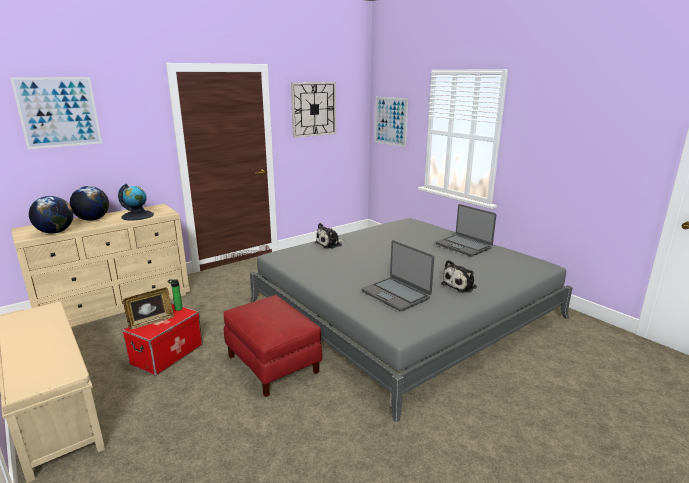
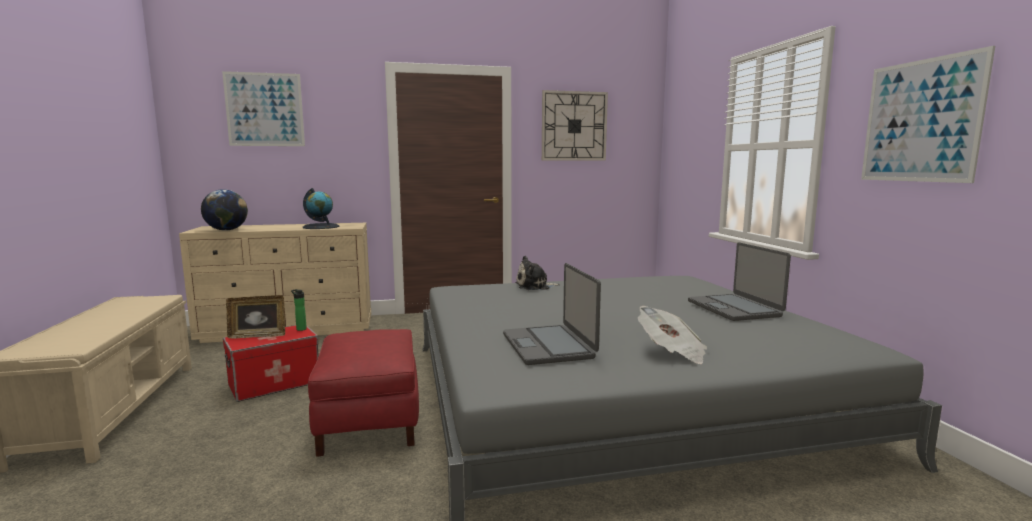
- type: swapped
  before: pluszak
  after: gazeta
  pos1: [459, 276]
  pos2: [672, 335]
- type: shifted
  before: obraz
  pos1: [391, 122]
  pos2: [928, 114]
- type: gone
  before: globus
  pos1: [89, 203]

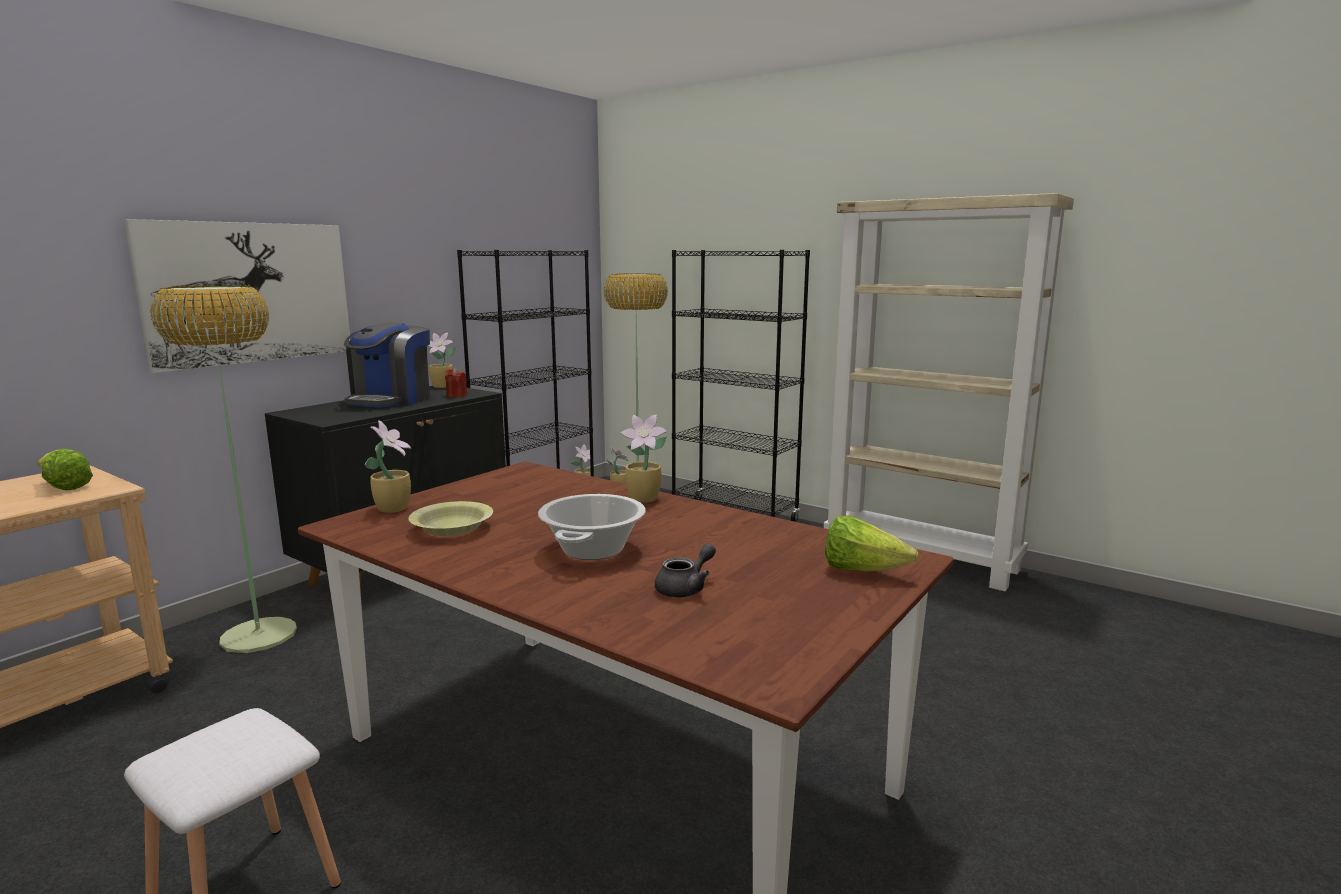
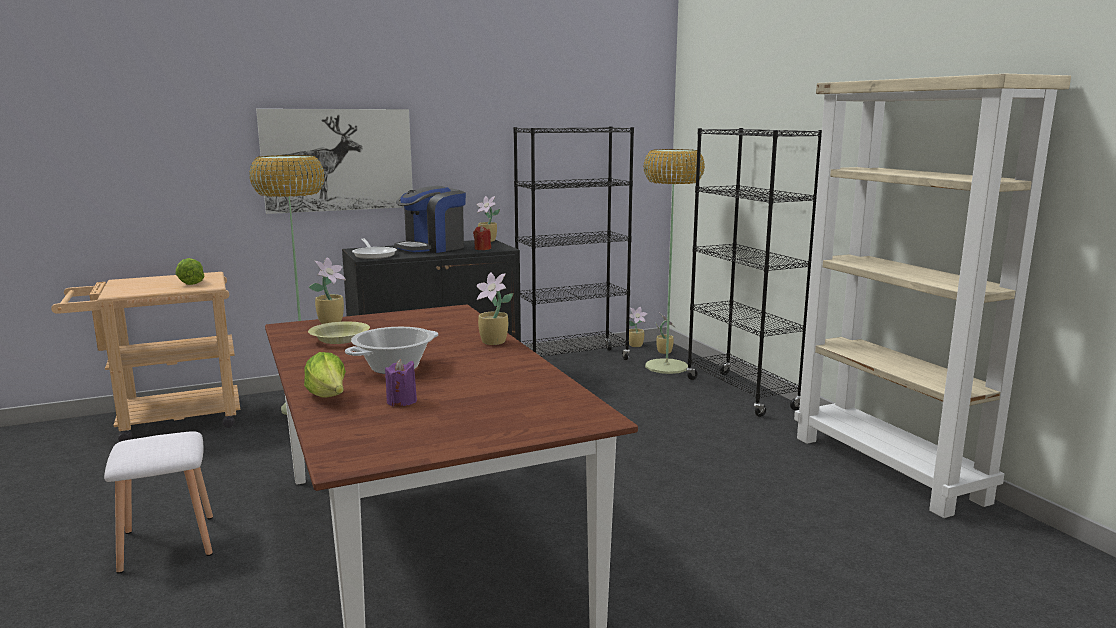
- type: shifted
  before: sałata
  pos1: [872, 543]
  pos2: [325, 375]
- type: new
  after: patelnia
  pos2: [374, 248]
- type: swapped
  before: imbryk (szary)
  after: świeca (fioletowy)
  pos1: [685, 570]
  pos2: [401, 382]

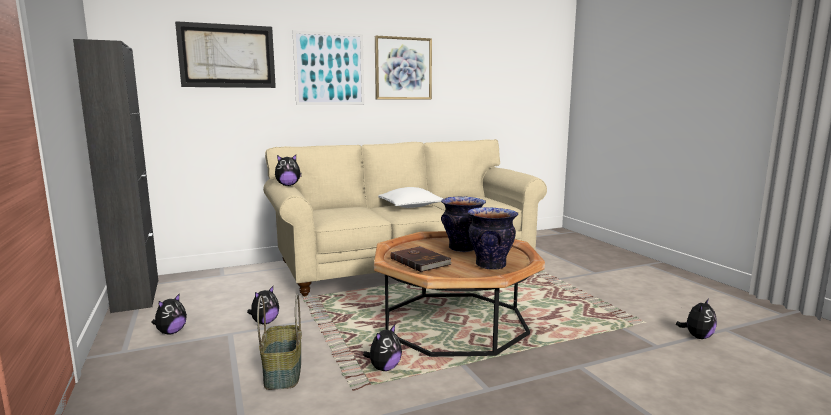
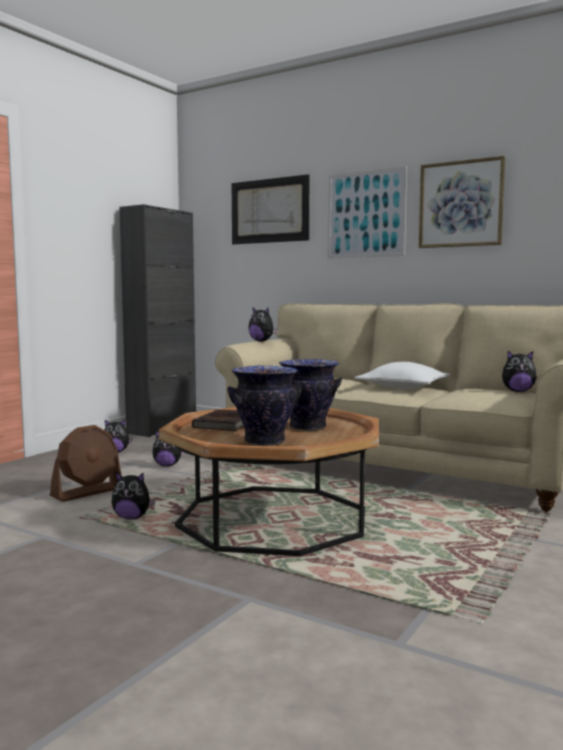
- type: swapped
  before: koszyk
  after: wentylator (brązowy)
  pos1: [279, 342]
  pos2: [85, 463]
- type: shifted
  before: pluszak
  pos1: [696, 318]
  pos2: [519, 371]

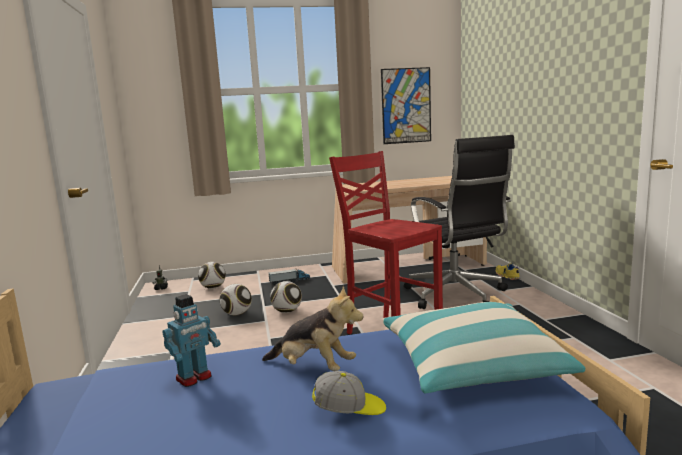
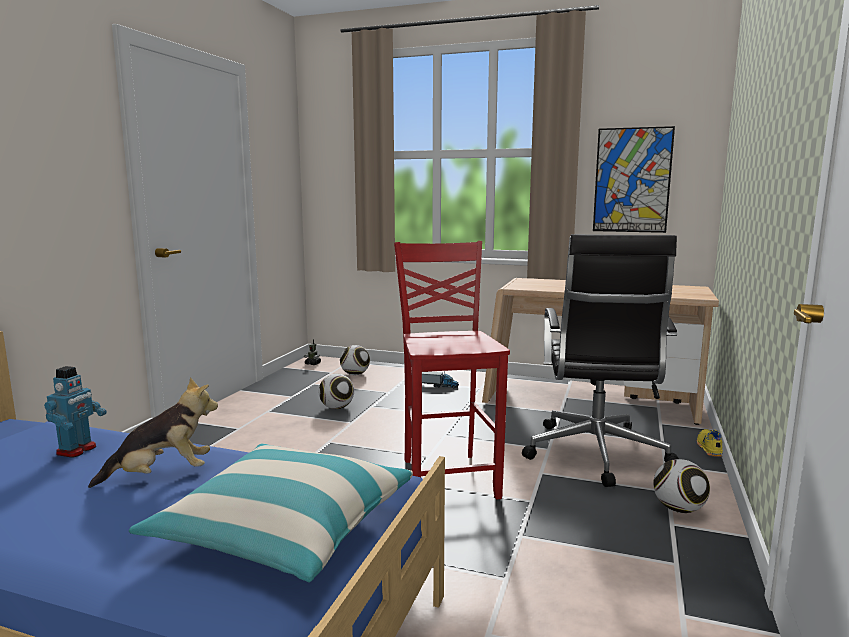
- type: rotated
  before: robot zabawkowy
  pos1: [191, 340]
  pos2: [75, 412]
  turn: -60
- type: rotated
  before: pluszak
  pos1: [313, 328]
  pos2: [153, 432]
  turn: -75
- type: shifted
  before: piłka futbolowa
  pos1: [286, 297]
  pos2: [681, 486]
- type: gone
  before: czapka z daszkiem
  pos1: [349, 393]

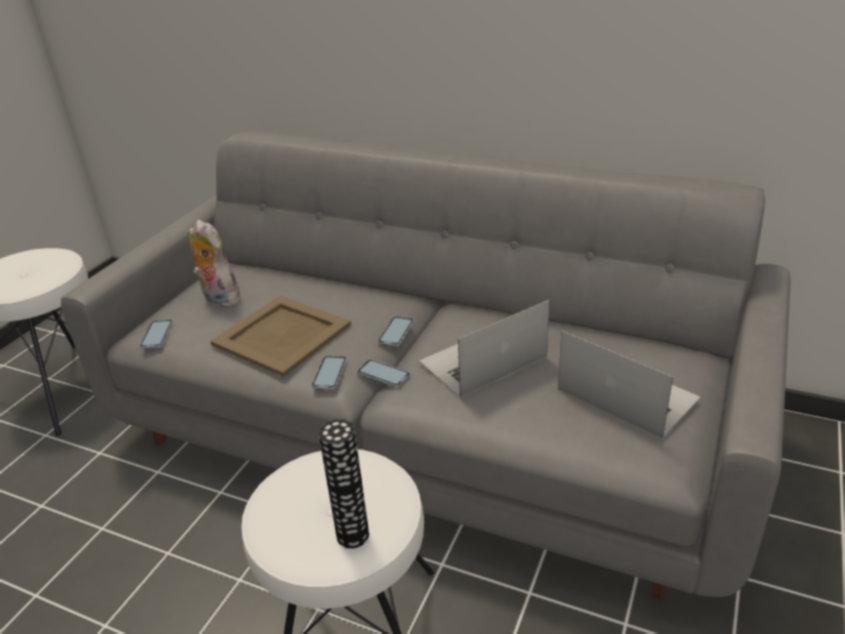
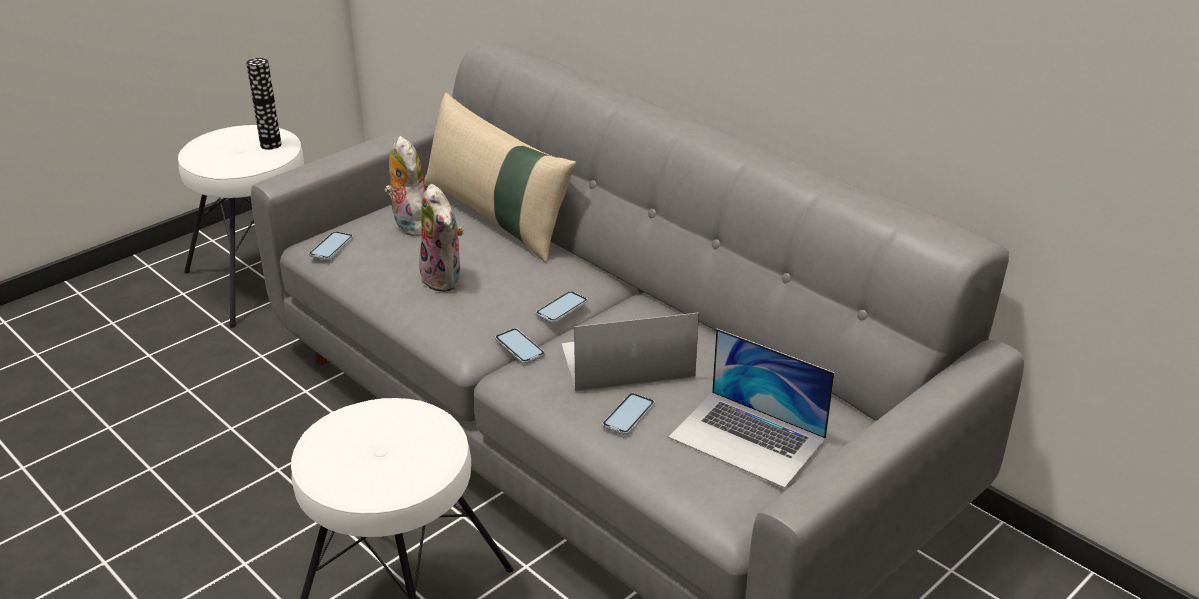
- type: shifted
  before: wazon
  pos1: [343, 484]
  pos2: [264, 104]
- type: swapped
  before: taca (beżowy)
  after: pluszak
  pos1: [280, 336]
  pos2: [441, 238]
- type: new
  after: poduszka (beżowy)
  pos2: [500, 177]
- type: shifted
  before: telefon
  pos1: [329, 372]
  pos2: [628, 414]
- type: rotated
  before: laptop
  pos1: [629, 385]
  pos2: [751, 408]
  turn: 150

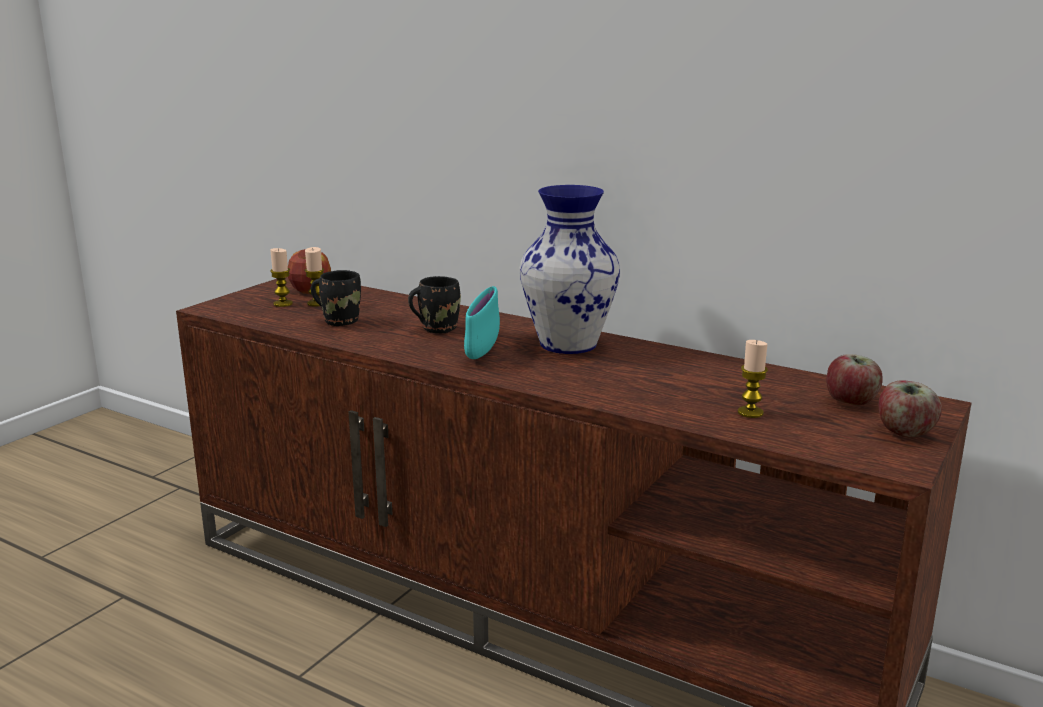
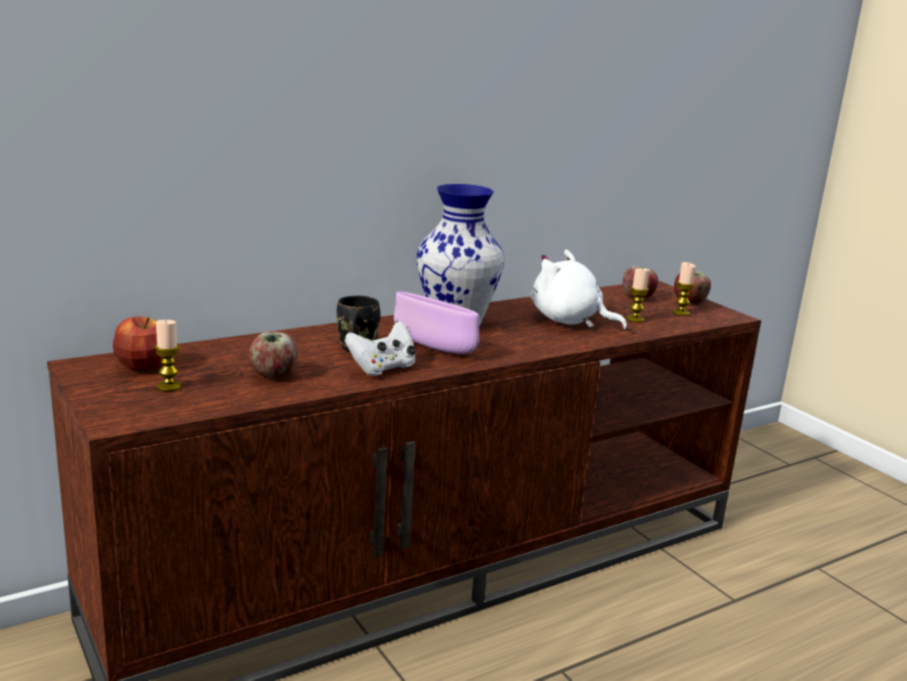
- type: swapped
  before: kubek (czarny)
  after: jabłko
  pos1: [336, 298]
  pos2: [273, 354]
- type: new
  after: pad do gier (biały)
  pos2: [380, 348]
- type: repainted
  before: miska (turkusowy)
  after: miska (fioletowy)
  pos1: [482, 322]
  pos2: [436, 322]
- type: new
  after: pluszak (biały)
  pos2: [579, 289]
- type: shifted
  before: świeca
  pos1: [314, 277]
  pos2: [684, 289]

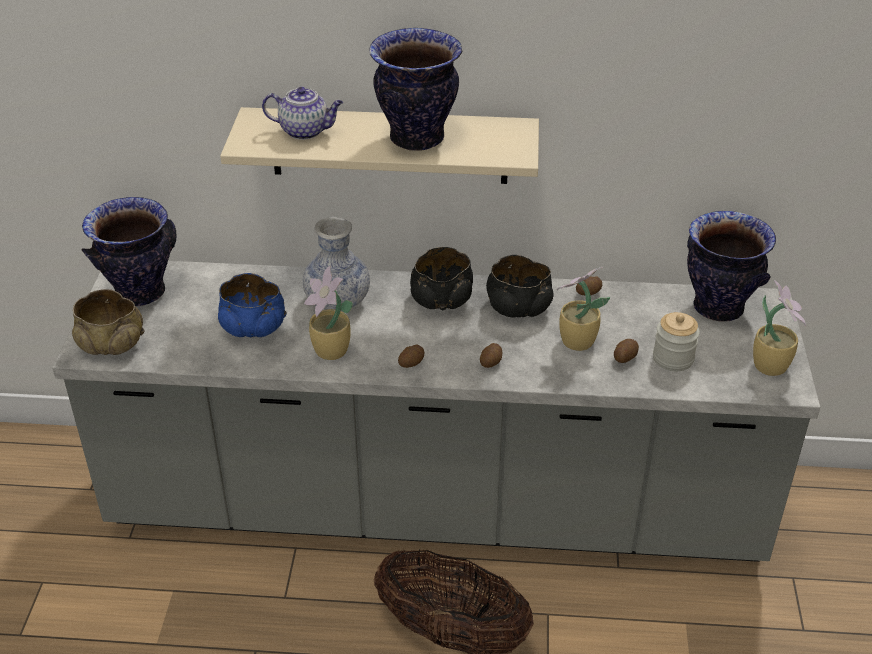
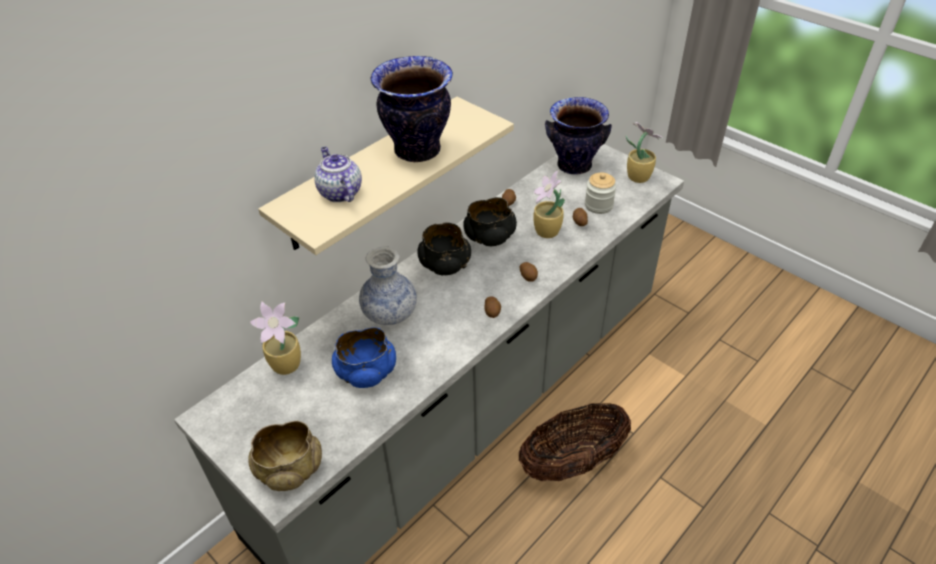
- type: shifted
  before: roślina doniczkowa
  pos1: [328, 313]
  pos2: [275, 338]
- type: rotated
  before: imbryk
  pos1: [302, 113]
  pos2: [338, 174]
  turn: -75
- type: gone
  before: wazon
  pos1: [128, 251]

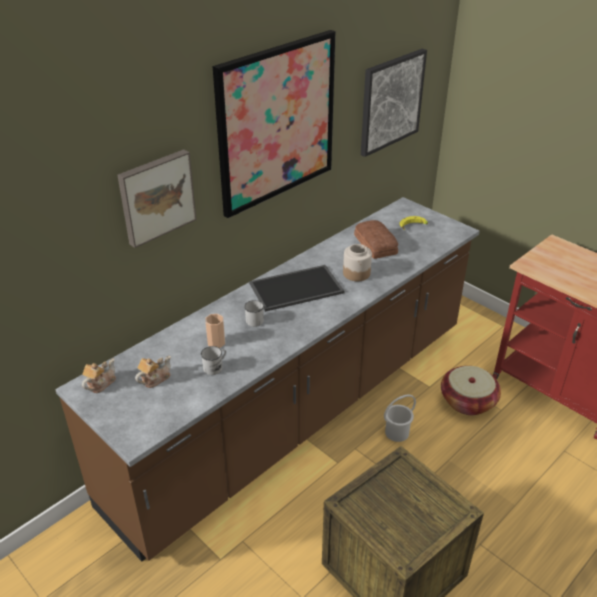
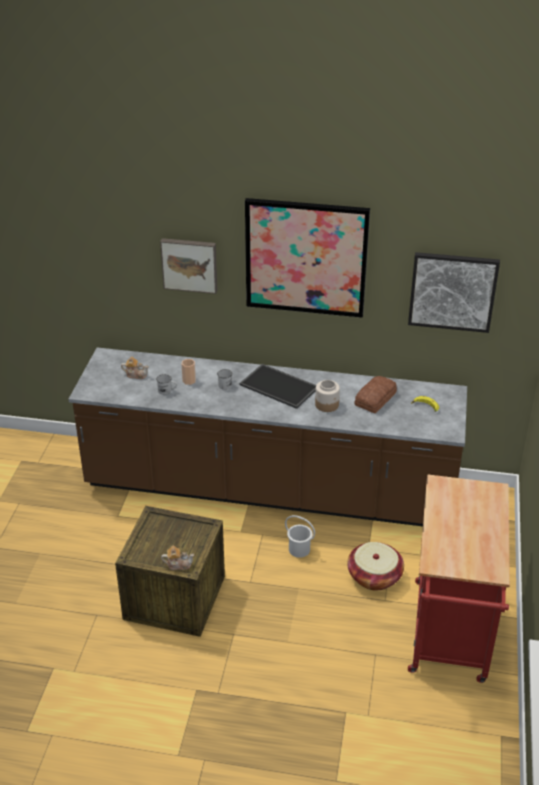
- type: shifted
  before: imbryk
  pos1: [99, 376]
  pos2: [177, 558]

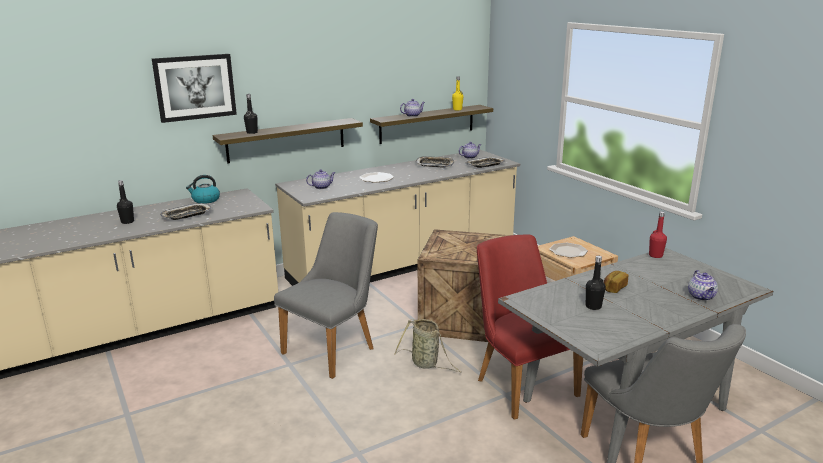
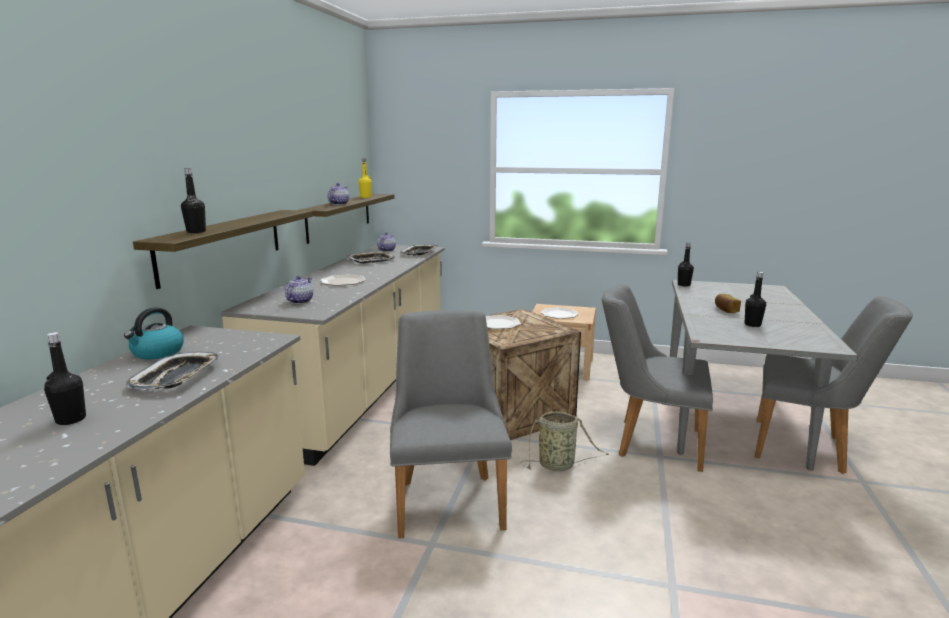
- type: new
  after: talerz
  pos2: [503, 322]
- type: repainted
  before: krzesło (czerwony)
  after: krzesło (szary)
  pos1: [530, 327]
  pos2: [657, 378]
- type: repainted
  before: butelka (czerwony)
  after: butelka (czarny)
  pos1: [658, 234]
  pos2: [686, 265]
- type: gone
  before: obraz
  pos1: [194, 88]
- type: gone
  before: imbryk
  pos1: [703, 285]

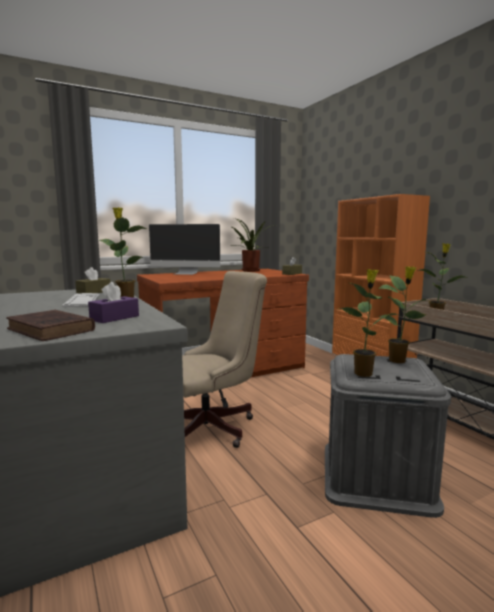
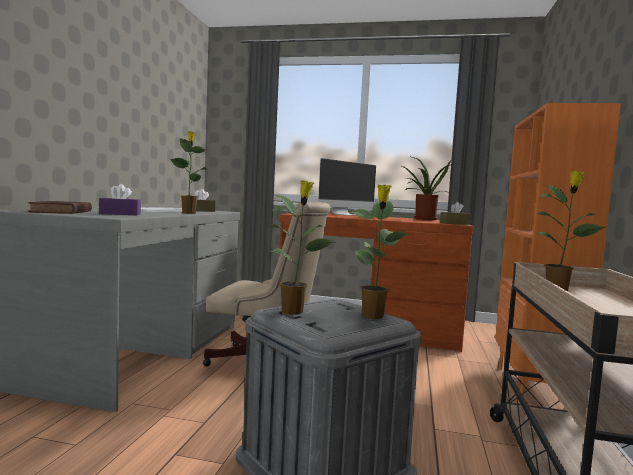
- type: rotated
  before: monitor
  pos1: [184, 249]
  pos2: [347, 186]
  turn: -90

